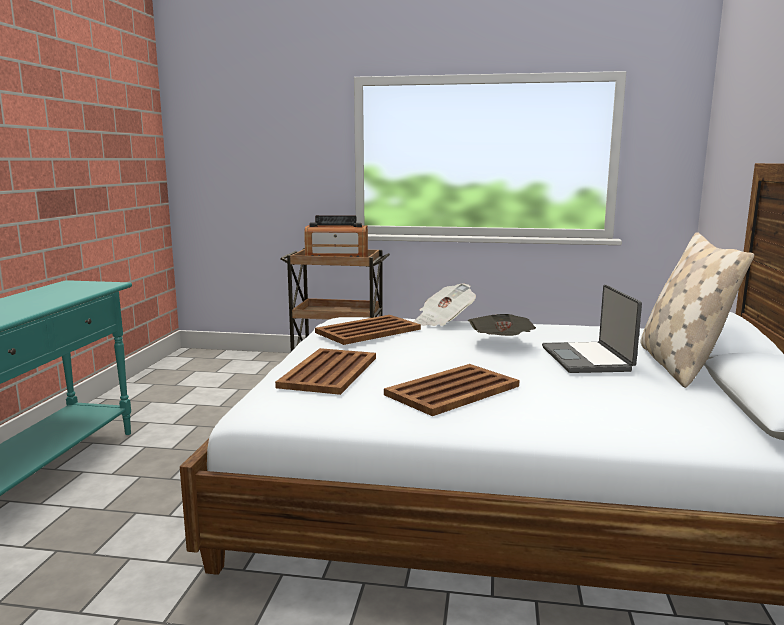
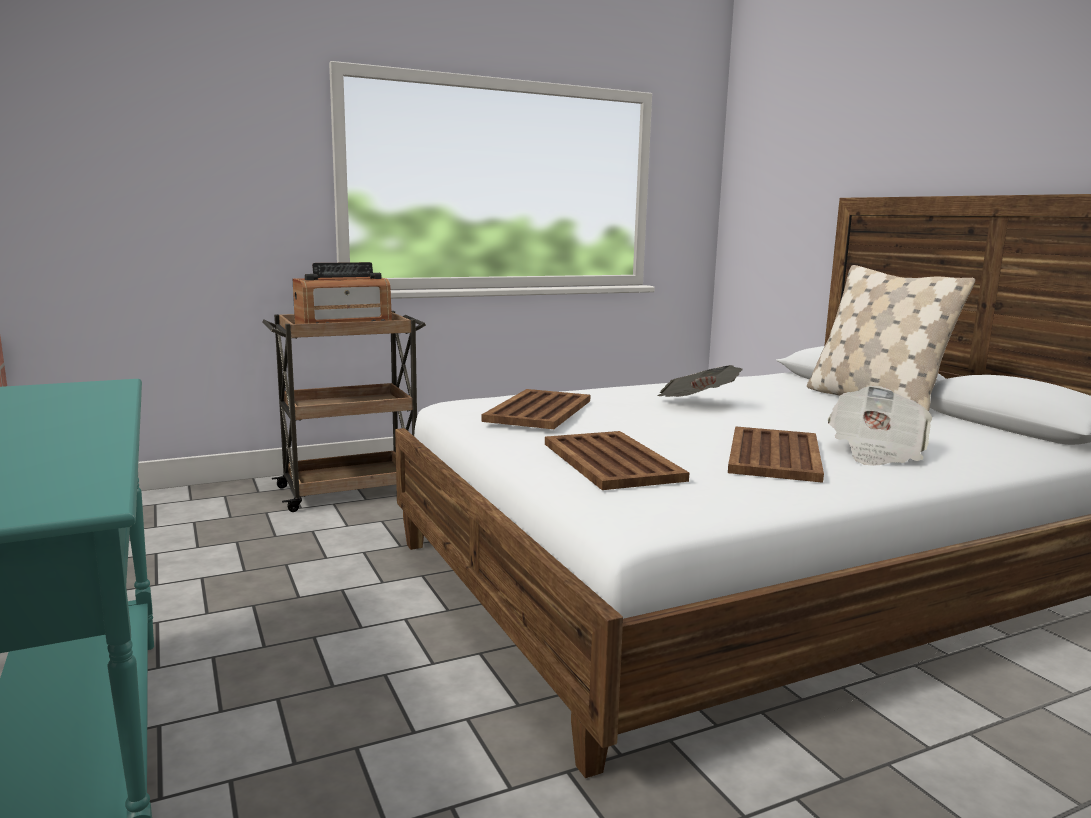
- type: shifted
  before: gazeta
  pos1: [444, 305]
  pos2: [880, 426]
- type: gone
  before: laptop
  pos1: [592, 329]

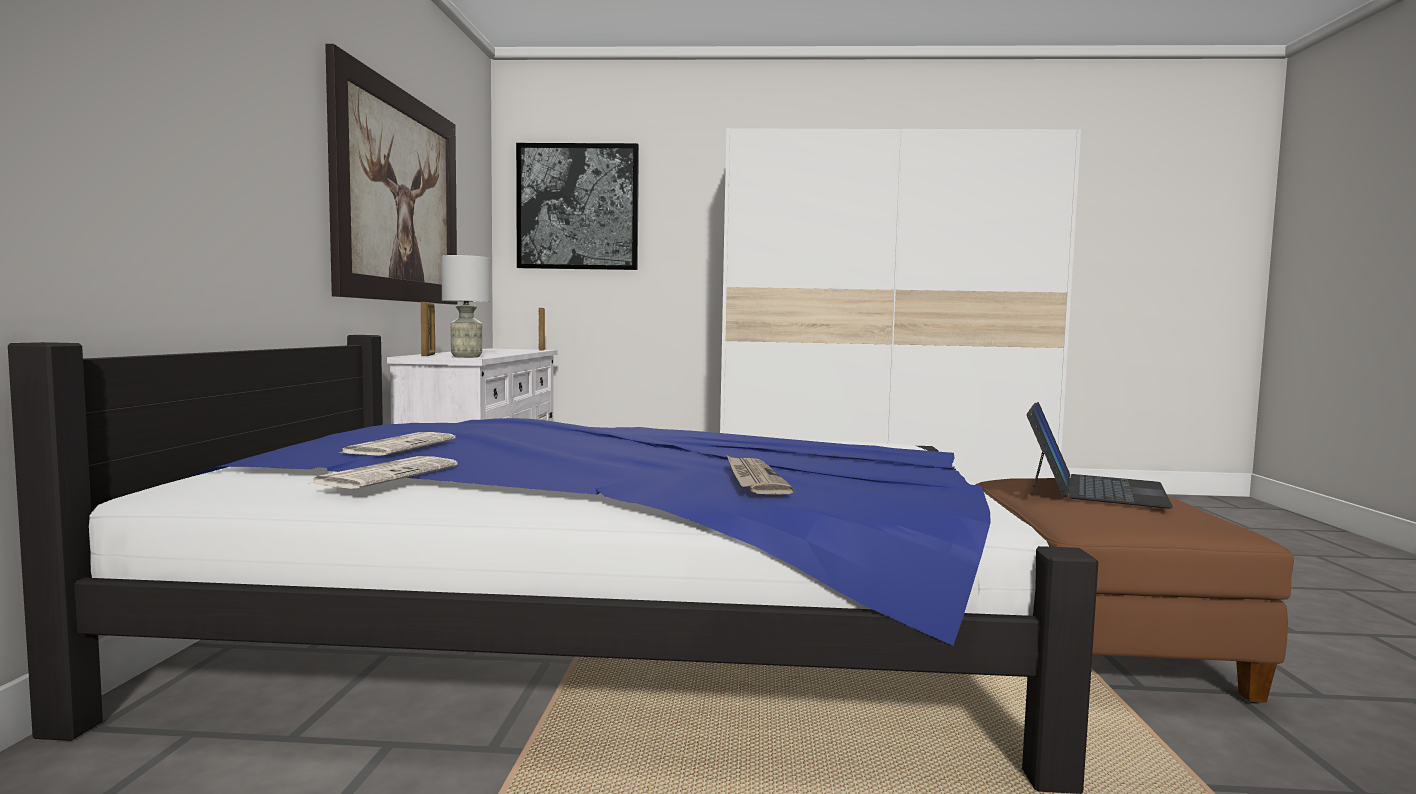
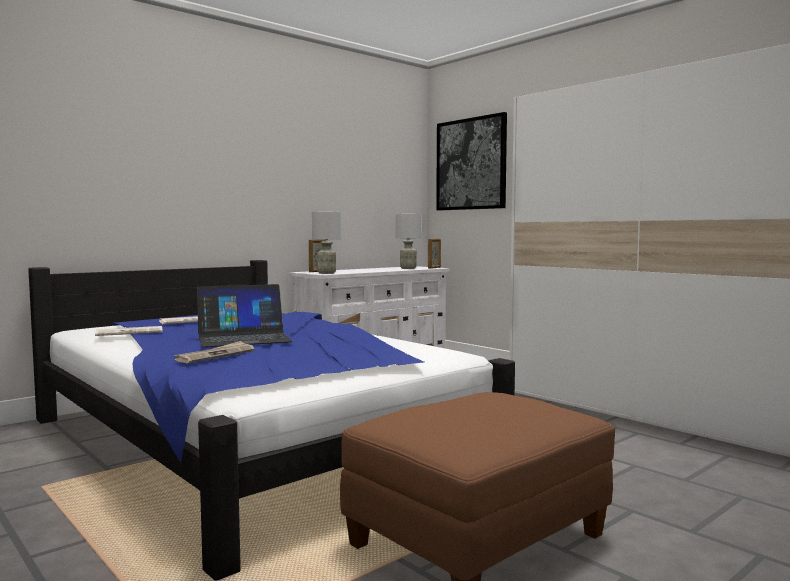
- type: shifted
  before: laptop
  pos1: [1099, 455]
  pos2: [245, 315]
- type: new
  after: lampa stołowa (szary)
  pos2: [408, 241]
- type: gone
  before: obraz
  pos1: [391, 174]

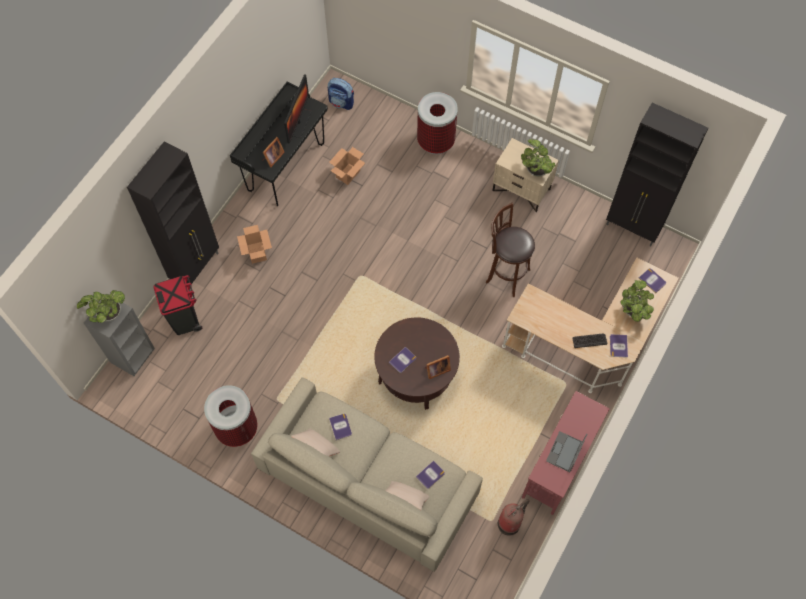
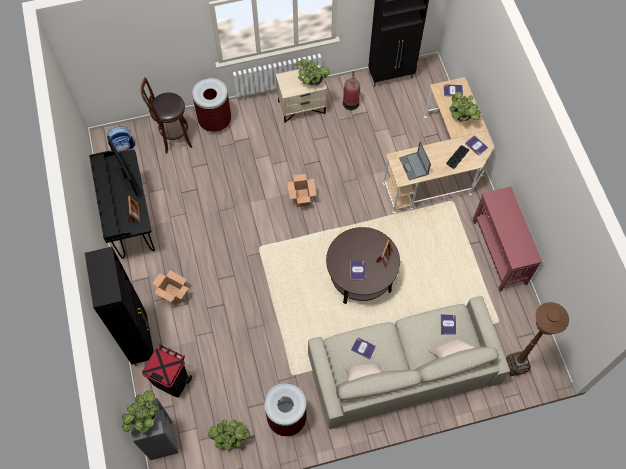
- type: shifted
  before: stołek (brązowy)
  pos1: [510, 250]
  pos2: [166, 116]
- type: new
  after: roślina doniczkowa
  pos2: [229, 434]
- type: shifted
  before: karton
  pos1: [347, 166]
  pos2: [302, 190]
- type: shifted
  before: gaśnica
  pos1: [514, 517]
  pos2: [351, 90]
- type: shifted
  before: laptop
  pos1: [566, 451]
  pos2: [415, 160]
- type: new
  after: lampa stojąca (brązowy)
  pos2: [537, 339]

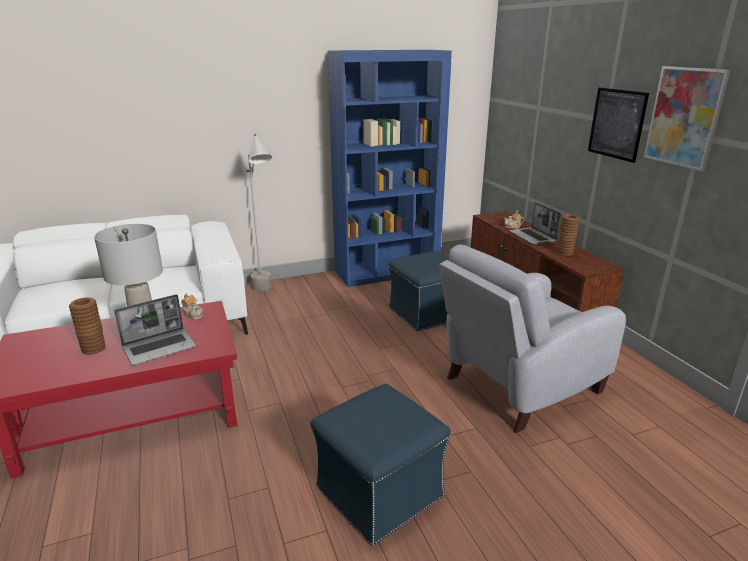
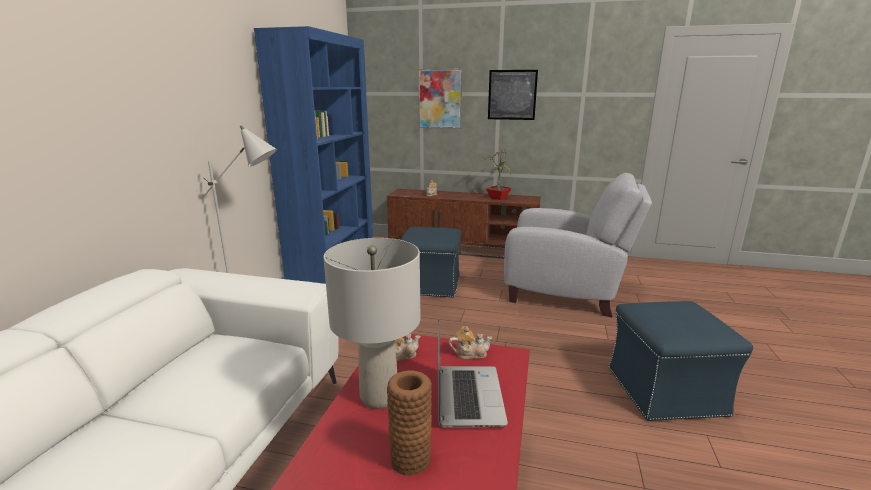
- type: shifted
  before: obraz
  pos1: [687, 118]
  pos2: [440, 99]
- type: new
  after: imbryk
  pos2: [471, 342]
- type: swapped
  before: wazon (brązowy)
  after: roślina doniczkowa
  pos1: [568, 235]
  pos2: [496, 174]
- type: rotated
  before: fotel (szary)
  pos1: [533, 338]
  pos2: [578, 245]
  turn: -75
- type: gone
  before: laptop
  pos1: [535, 223]

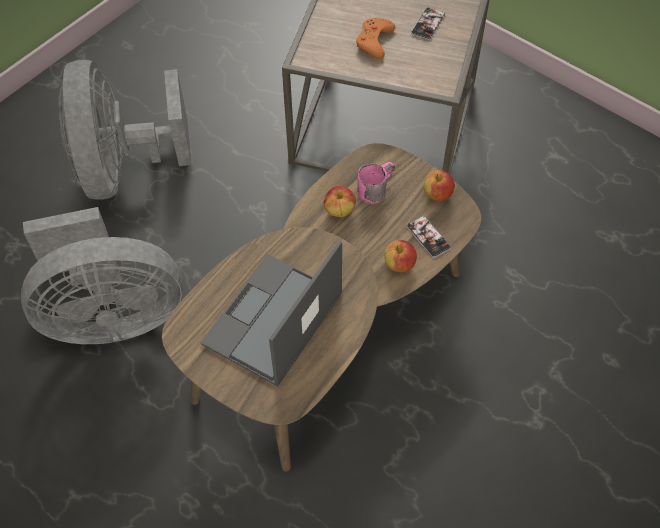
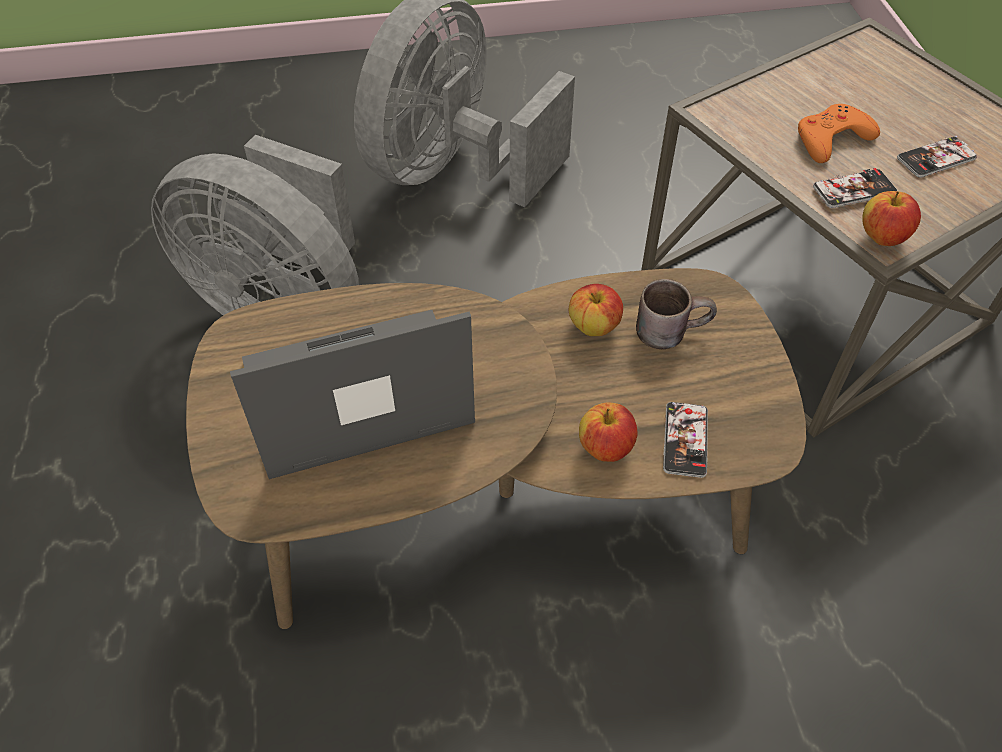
- type: repainted
  before: kubek (różowy)
  after: kubek (brązowy)
  pos1: [376, 183]
  pos2: [676, 314]
- type: new
  after: telefon
  pos2: [855, 188]
- type: shifted
  before: jabłko
  pos1: [439, 185]
  pos2: [891, 218]

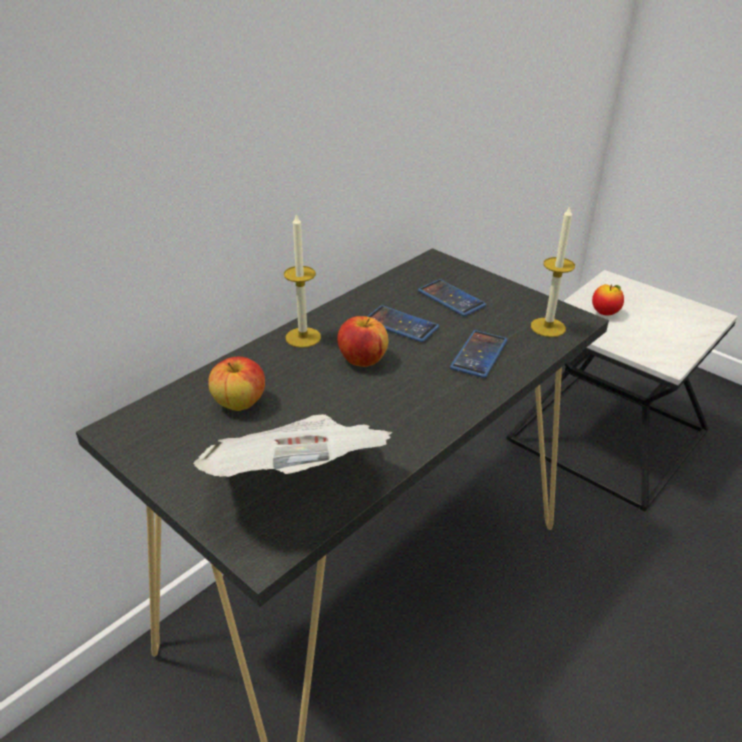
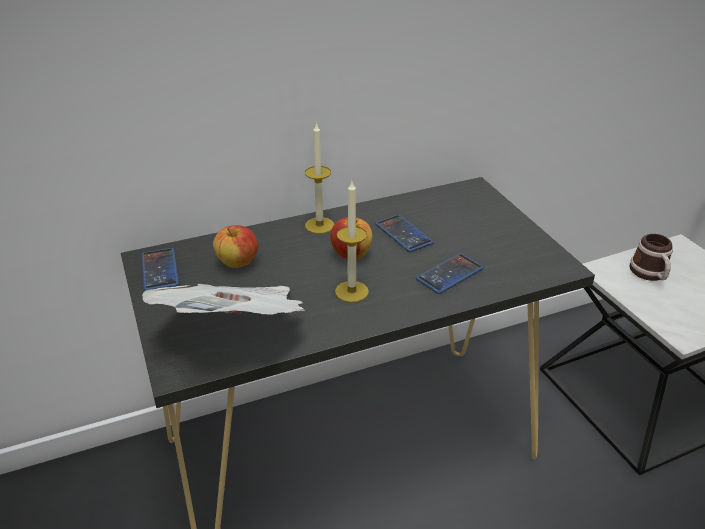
- type: shifted
  before: telefon
  pos1: [452, 297]
  pos2: [160, 269]
- type: shifted
  before: świeca
  pos1: [553, 271]
  pos2: [352, 241]
- type: swapped
  before: jabłko
  after: kubek
  pos1: [608, 300]
  pos2: [651, 257]

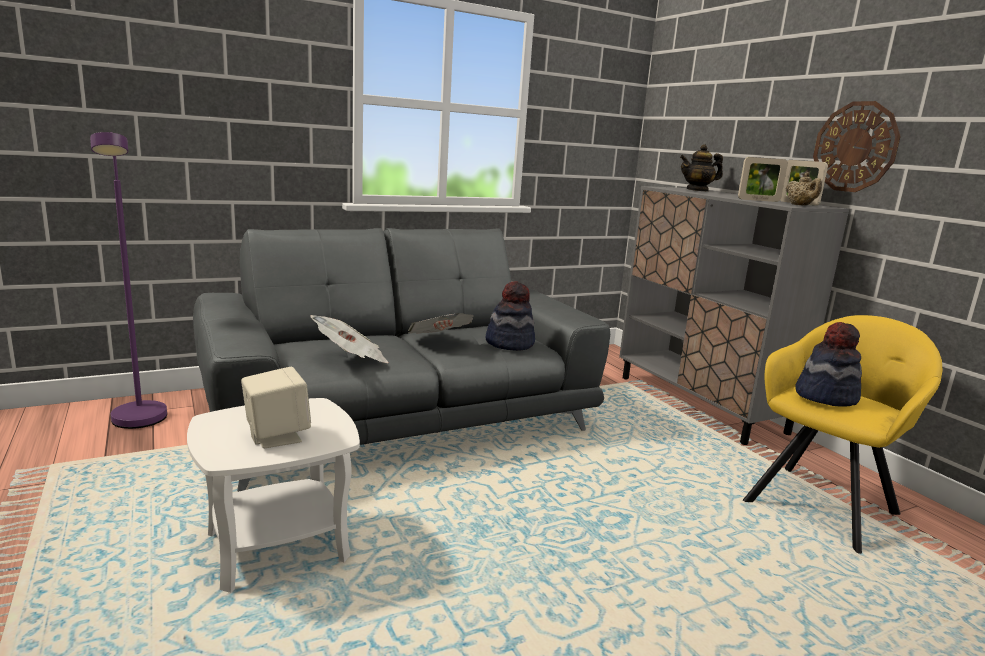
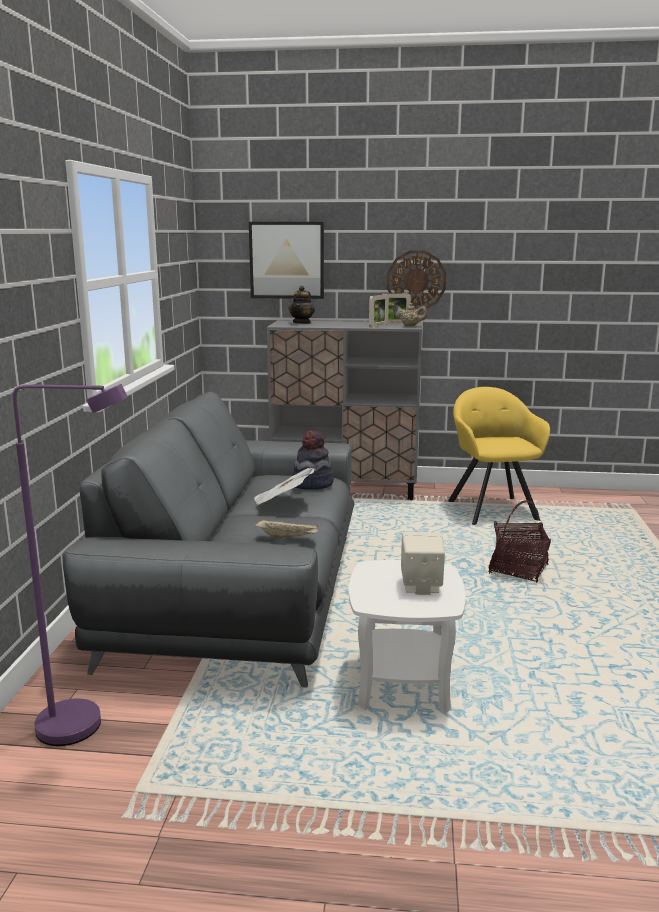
- type: new
  after: obraz
  pos2: [286, 260]
- type: swapped
  before: gazeta
  after: taca (beżowy)
  pos1: [349, 339]
  pos2: [286, 529]
- type: new
  after: koszyk
  pos2: [519, 541]
- type: gone
  before: kapelusz
  pos1: [828, 364]

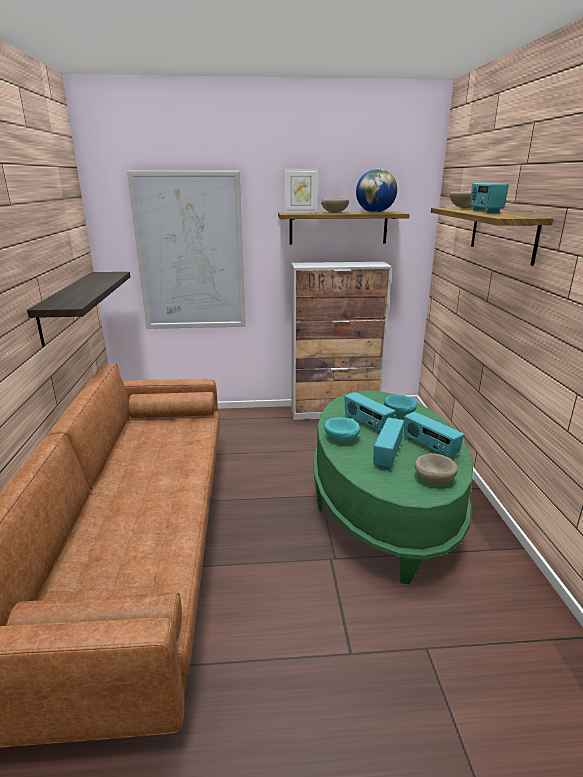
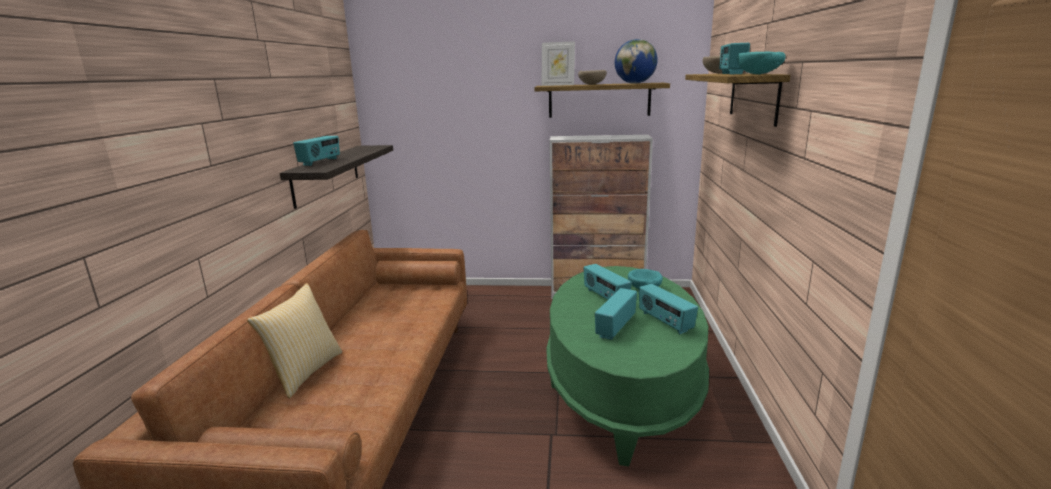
- type: new
  after: poduszka
  pos2: [294, 340]
- type: new
  after: radio
  pos2: [316, 151]
- type: shifted
  before: miska (turkusowy)
  pos1: [342, 429]
  pos2: [761, 63]
- type: gone
  before: obraz
  pos1: [186, 250]
- type: gone
  before: miska (beżowy)
  pos1: [436, 468]

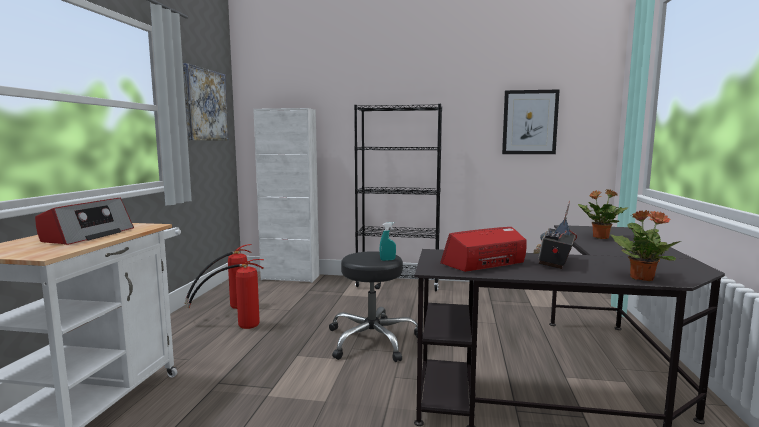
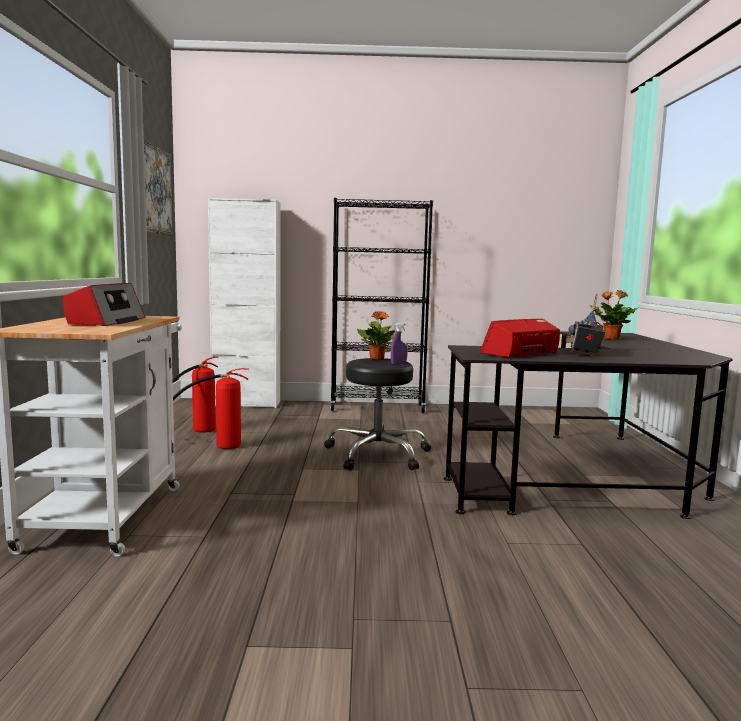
- type: shifted
  before: roślina doniczkowa
  pos1: [645, 245]
  pos2: [376, 335]
- type: repainted
  before: spryskiwacz (turkusowy)
  after: spryskiwacz (fioletowy)
  pos1: [388, 241]
  pos2: [399, 343]
- type: gone
  before: obraz
  pos1: [531, 121]

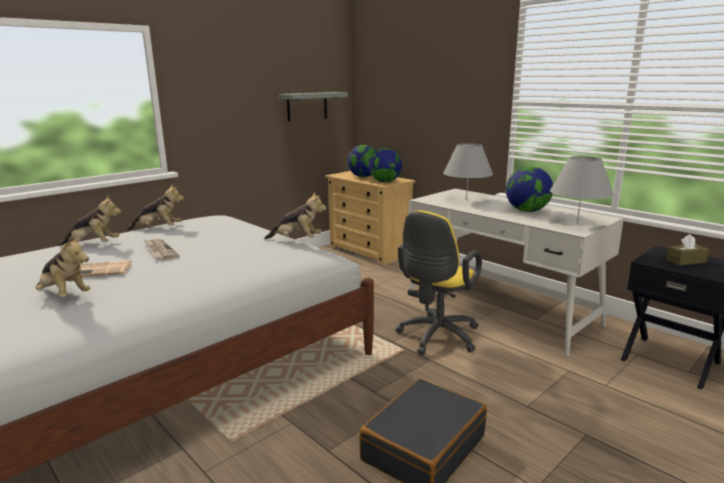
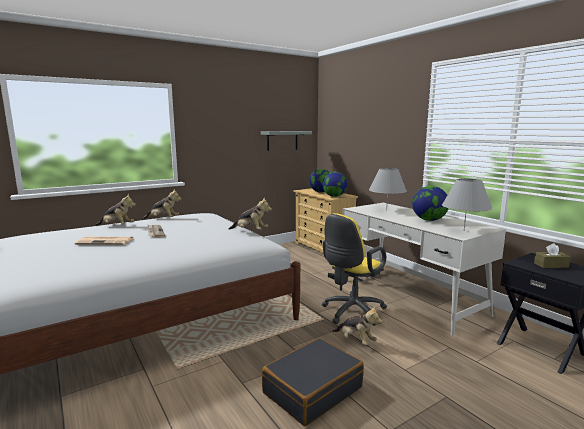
- type: shifted
  before: pluszak
  pos1: [63, 265]
  pos2: [357, 325]

